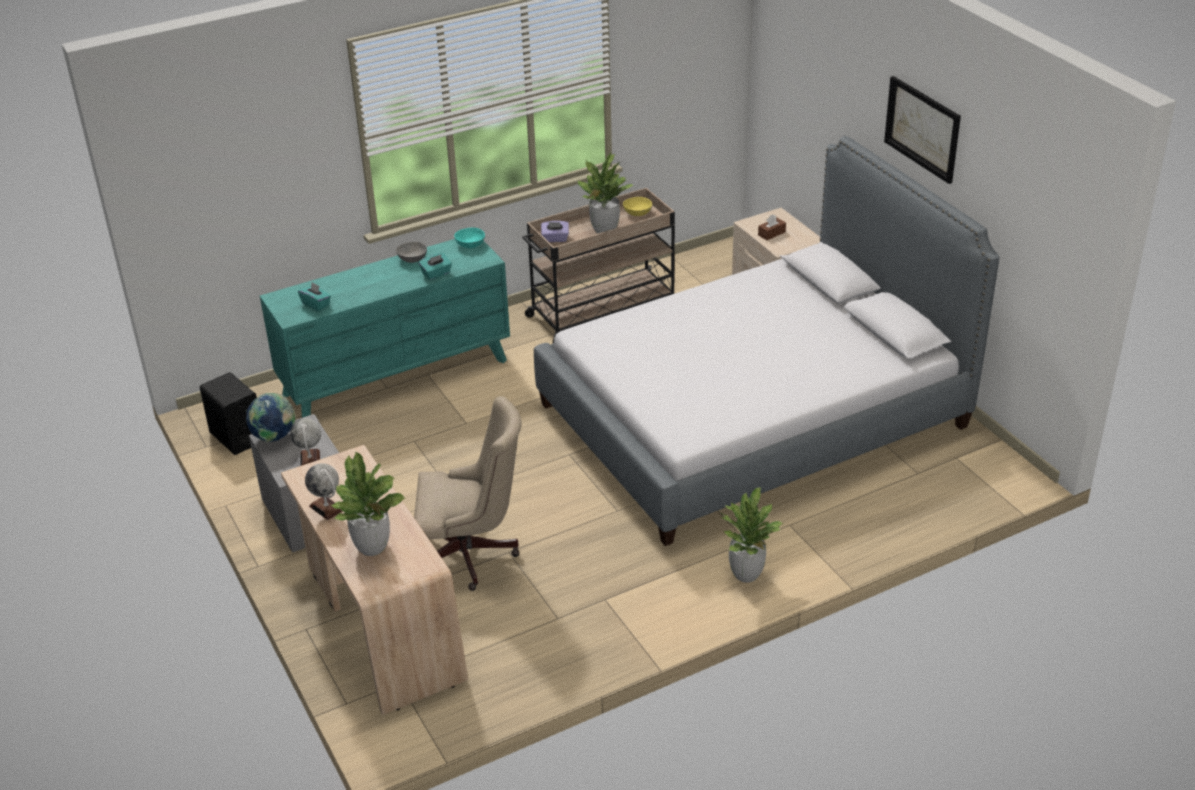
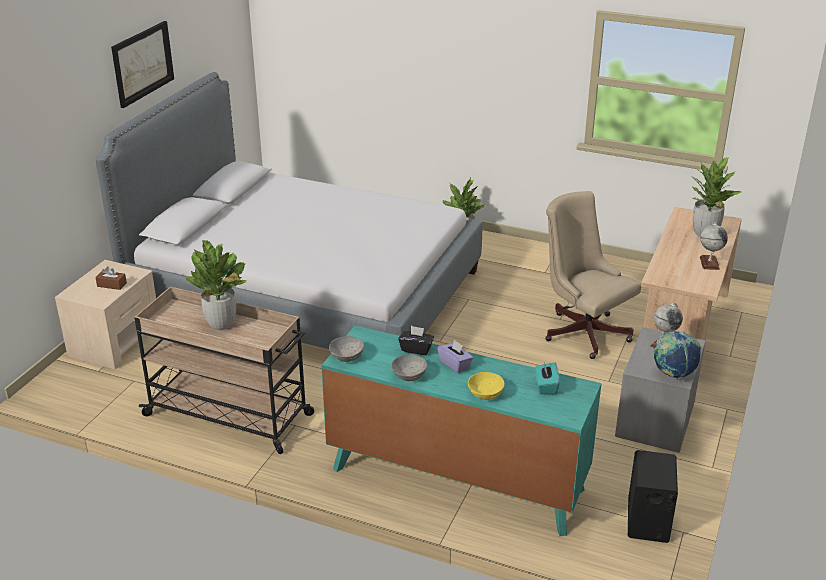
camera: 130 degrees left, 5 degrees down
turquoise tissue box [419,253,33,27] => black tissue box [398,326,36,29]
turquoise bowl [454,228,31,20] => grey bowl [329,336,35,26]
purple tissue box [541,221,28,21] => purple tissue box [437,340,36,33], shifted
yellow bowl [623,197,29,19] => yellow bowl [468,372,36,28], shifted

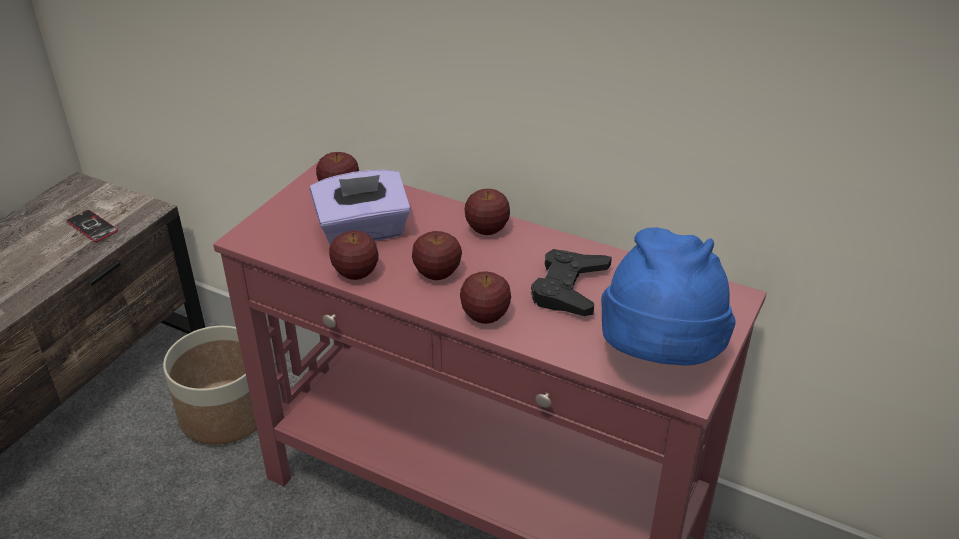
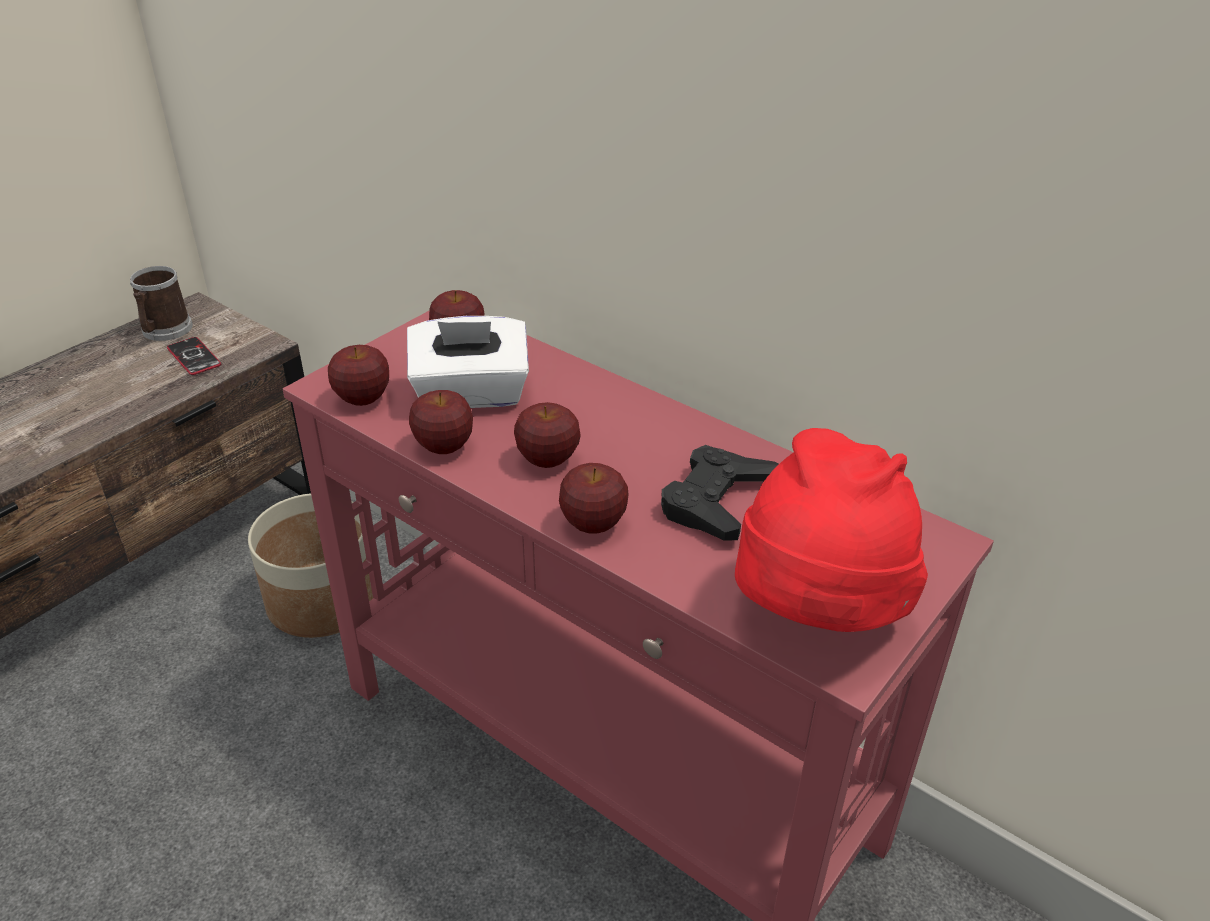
camera: 10 degrees right, 0 degrees up
purple tissue box [310,170,101,75] => white tissue box [407,316,122,92]
apple [465,189,45,46] => apple [328,345,61,61], shifted
blue hat [601,227,134,139] => red hat [735,428,193,204]
nothing => mug [130,266,63,75]

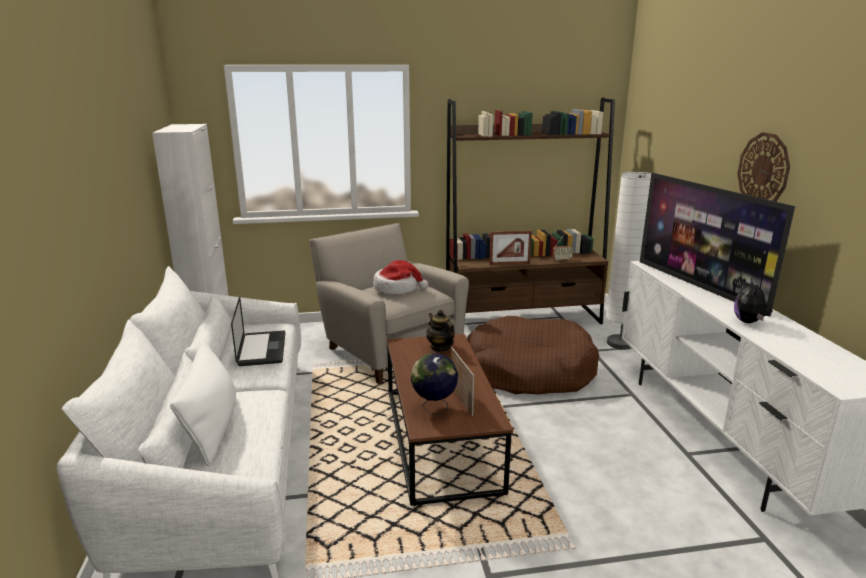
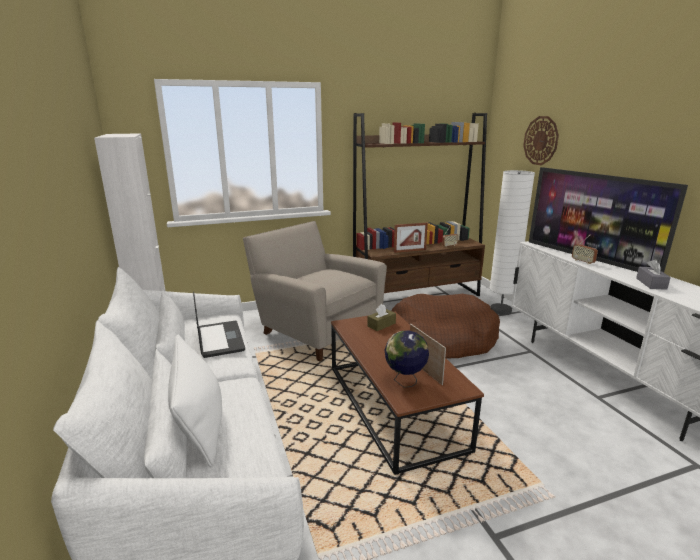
camera: 10 degrees left, 0 degrees up
hat [373,260,55,34] => nothing
teapot [426,310,29,42] => brown tissue box [367,304,29,27]
plush toy [734,278,39,45] => grey tissue box [636,259,35,31]
wall clock [737,132,53,70] => wall clock [523,116,36,49], shifted
nothing => radio [572,234,26,31]

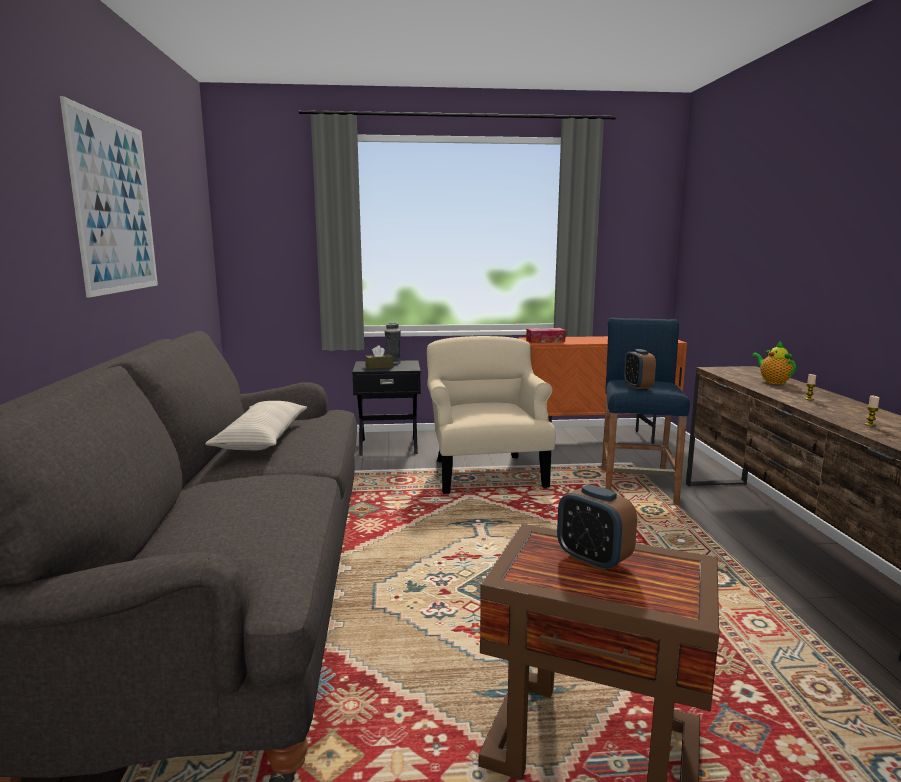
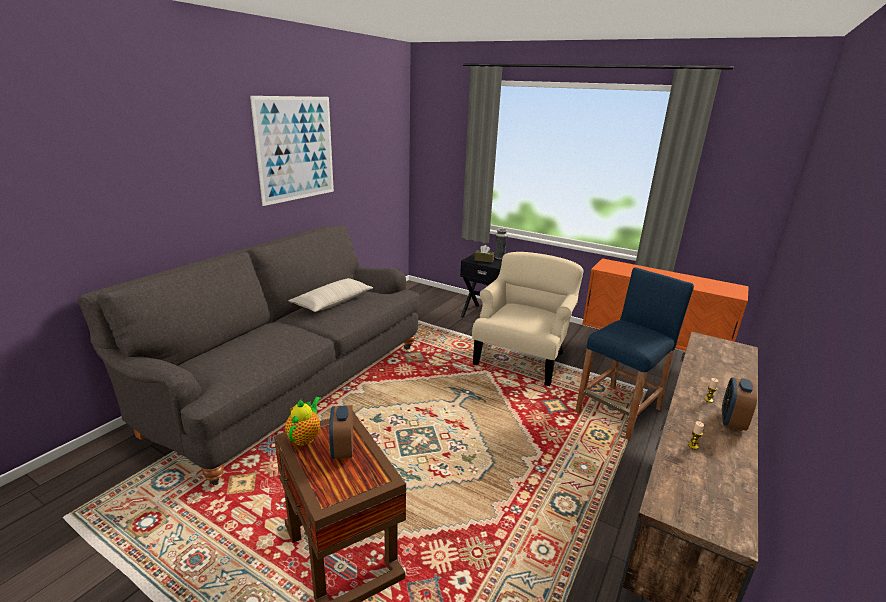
camera: 35 degrees right, 10 degrees up
tissue box [526,328,40,15] => nothing
alarm clock [624,349,32,40] => alarm clock [722,377,35,54], shifted
teapot [752,341,44,43] => teapot [285,397,36,49], shifted

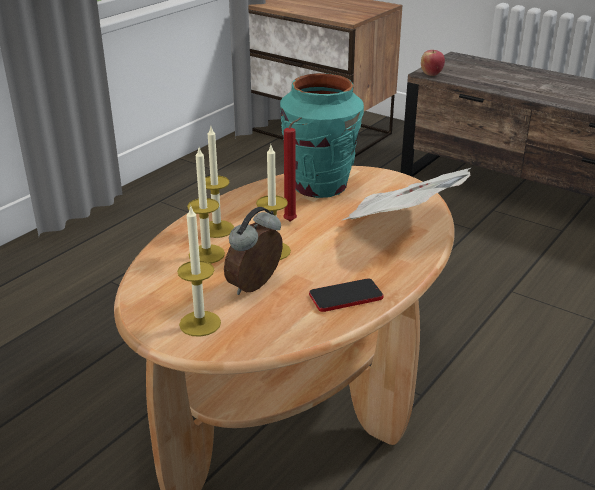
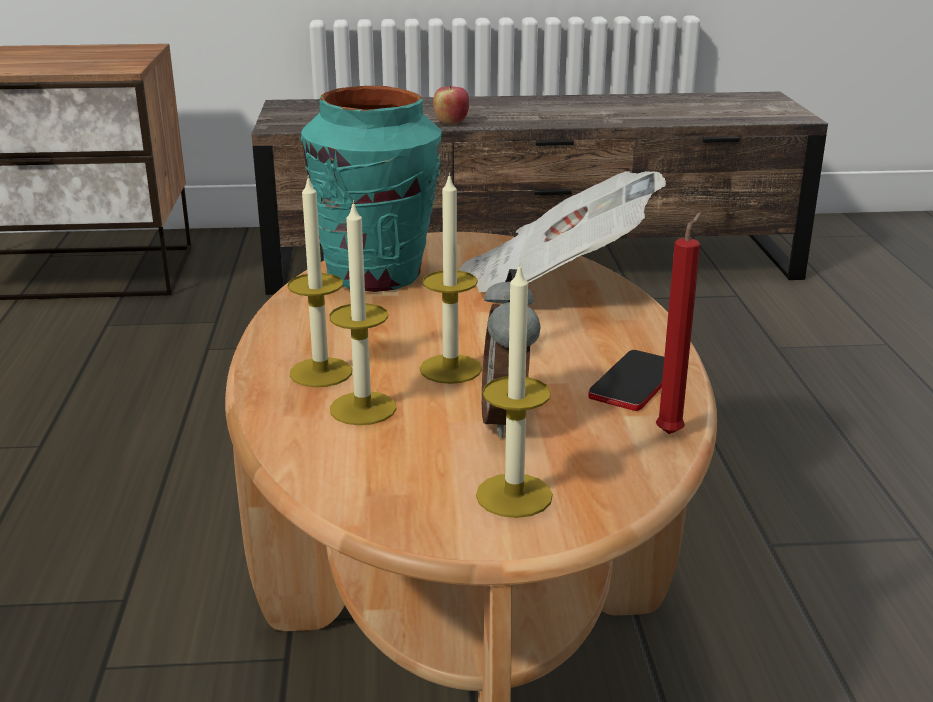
camera: 40 degrees left, 5 degrees down
red candle [283,118,18,103] => red candle [656,212,46,222], shifted
apple [421,50,24,26] => apple [433,86,36,39], shifted

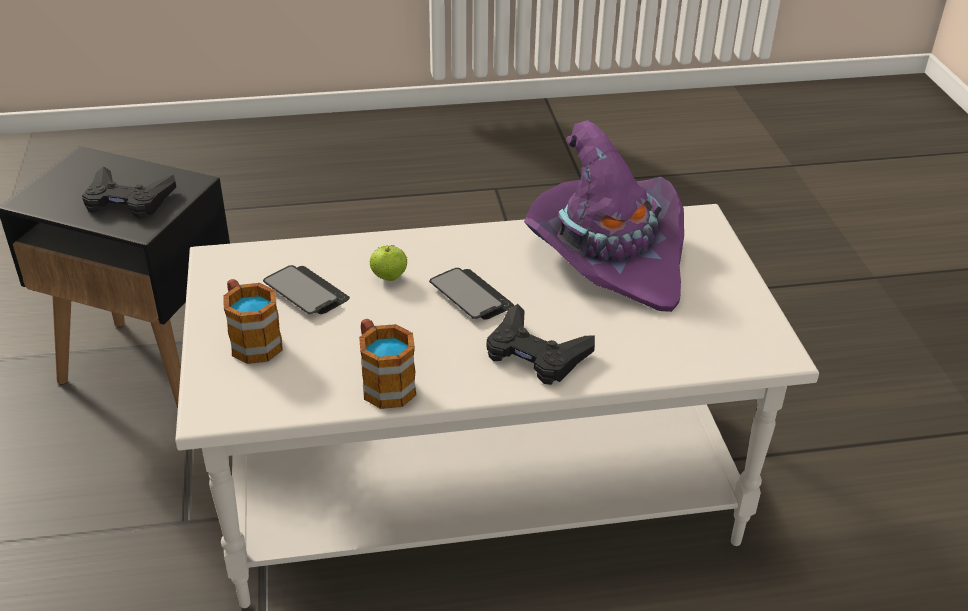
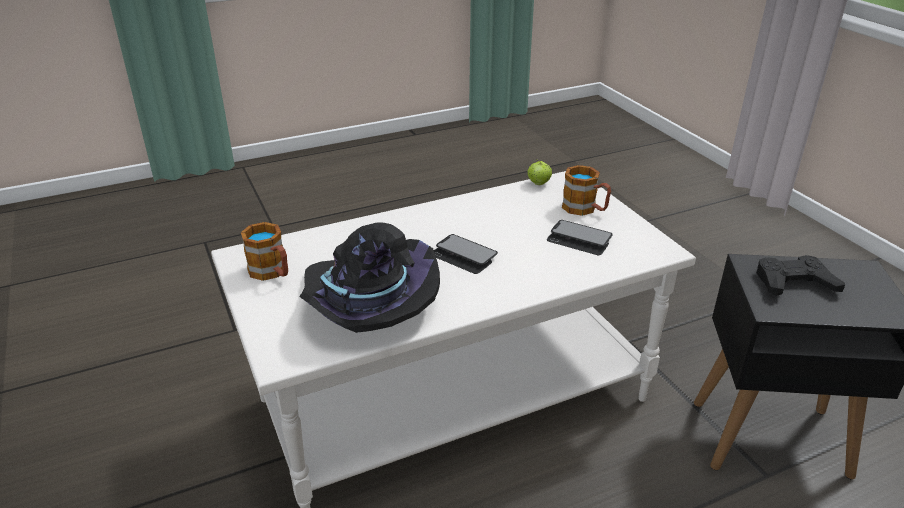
camera: 165 degrees right, 5 degrees down
mug [359,319,57,90] => mug [241,222,47,59], shifted
apple [370,245,37,36] => apple [528,159,24,26], shifted
black game controller [486,304,109,81] => nothing
purple hat [524,120,160,192] => black hat [300,222,140,111]

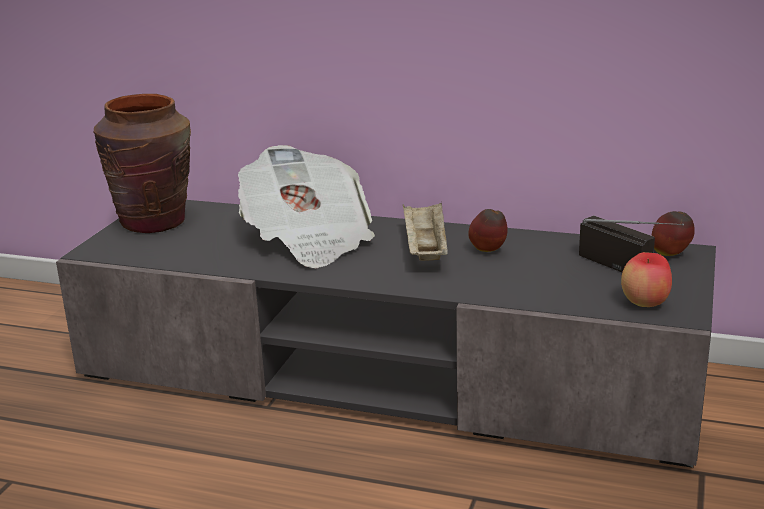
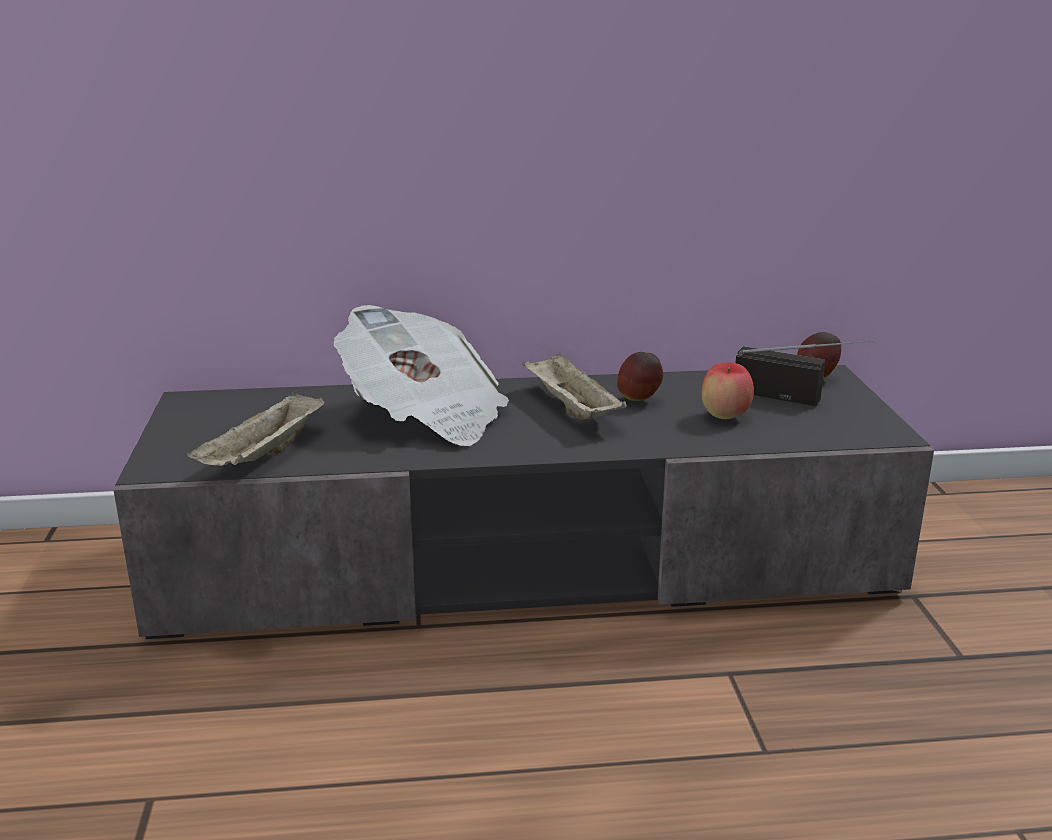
camera: 25 degrees left, 0 degrees up
brown vase [93,94,98,139] => nothing
apple [621,252,51,55] => apple [701,362,53,57], shifted
nothing => beige tray [187,391,138,75]

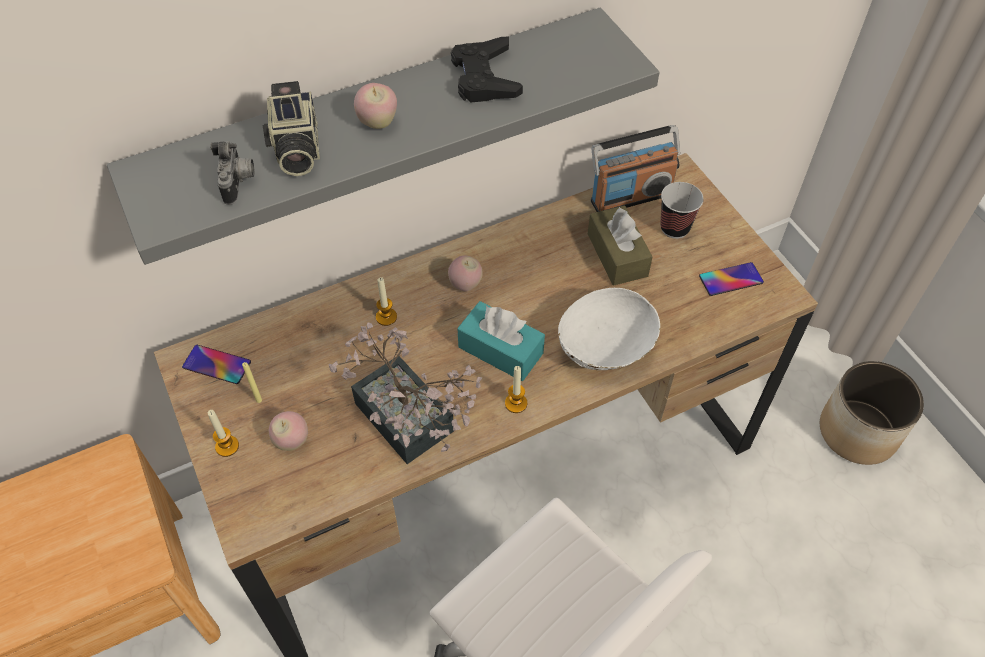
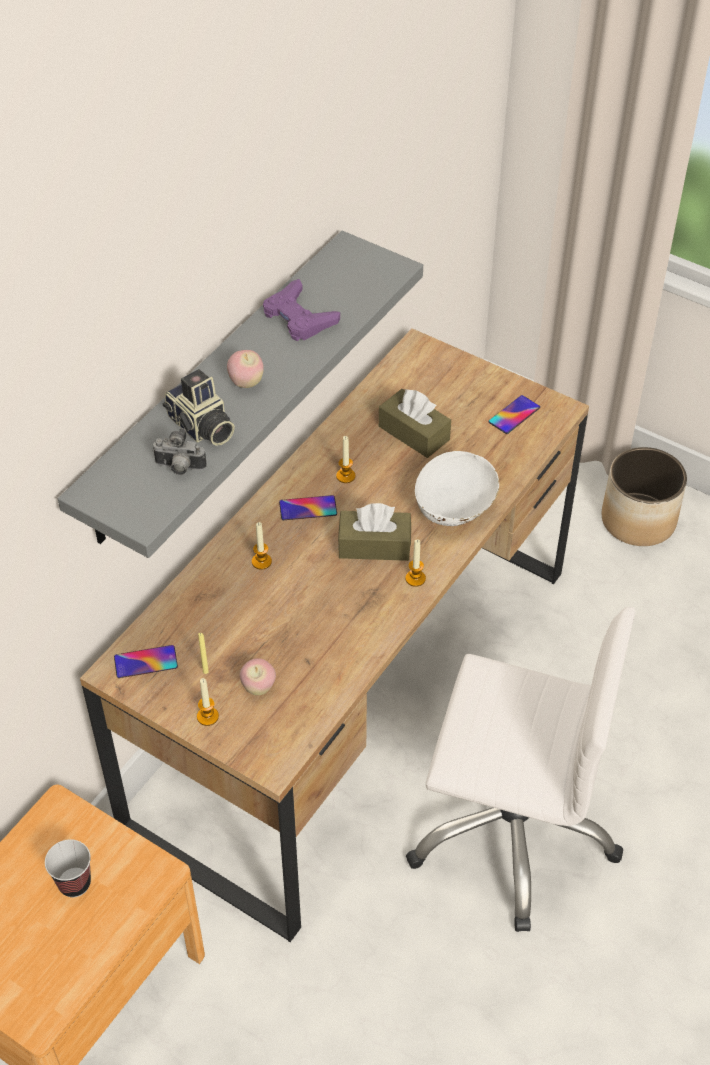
camera: 30 degrees left, 5 degrees down
photo camera [210,141,44,64] => photo camera [152,428,55,47], 135 degrees clockwise
potted plant [329,323,154,141] => nothing
apple [448,256,35,35] => phone [279,495,58,25]
black game controller [451,37,72,65] => purple game controller [263,279,77,62]
turquoise tissue box [457,301,88,80] => brown tissue box [338,503,73,58]
radio [591,125,89,87] => nothing
cup [660,182,44,57] => cup [45,839,46,58], shifted
nothing => candle [336,436,19,47]

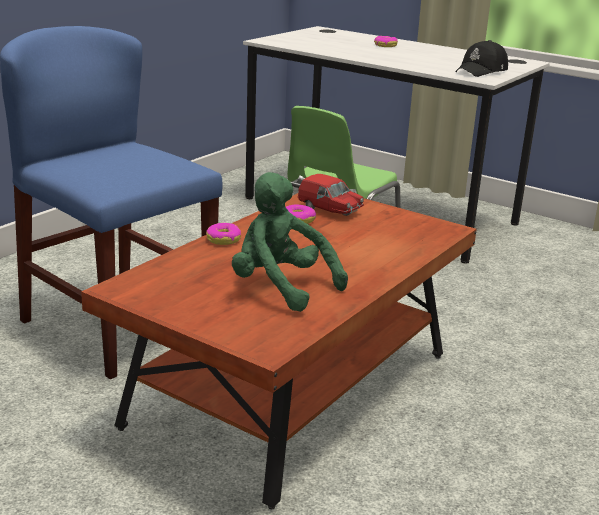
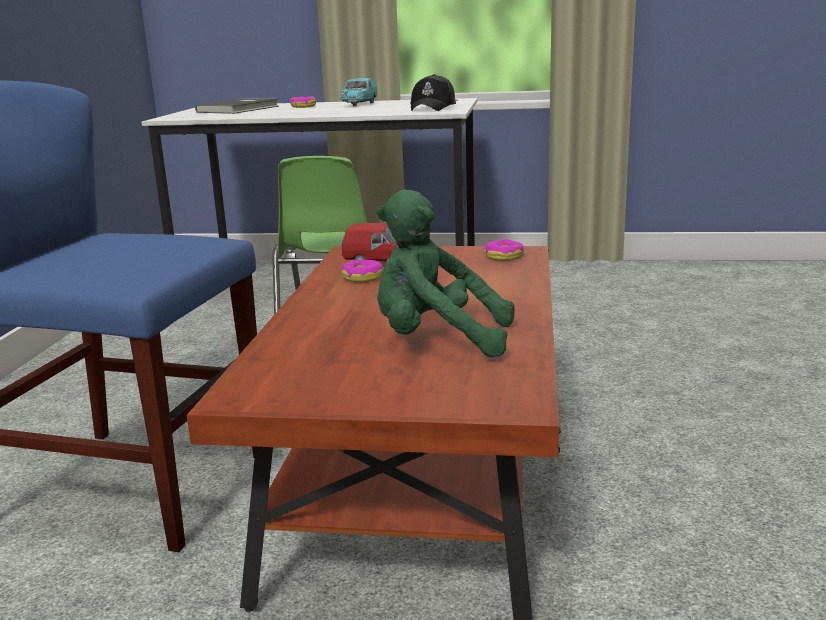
camera: 25 degrees left, 5 degrees down
donut [206,223,35,22] => donut [485,239,39,22], shifted
nothing => grey book [195,98,84,16]
nothing => turquoise toy car [340,78,37,28]

